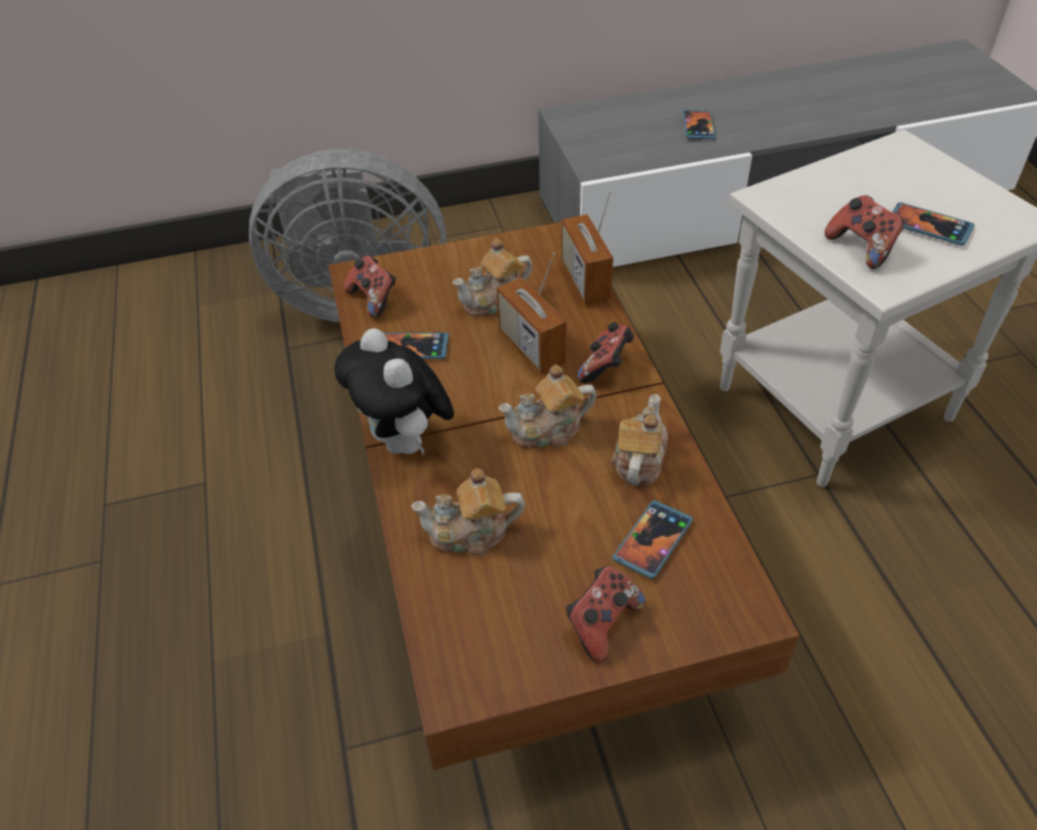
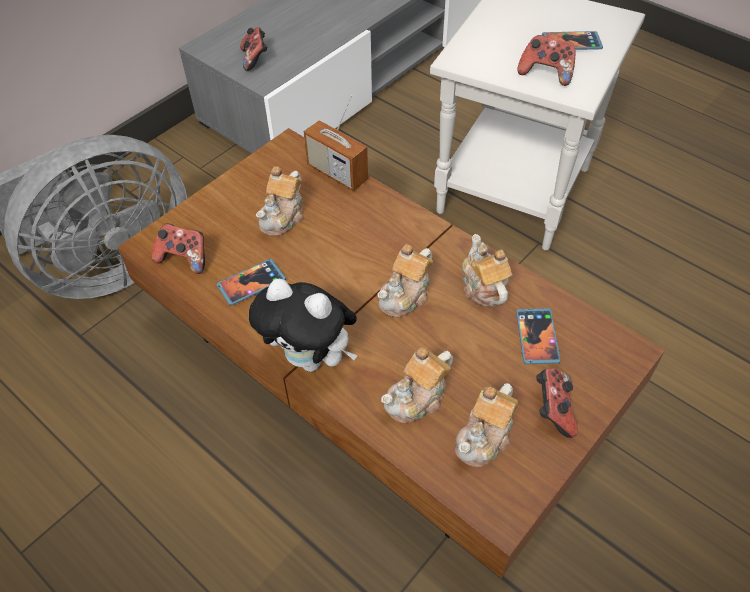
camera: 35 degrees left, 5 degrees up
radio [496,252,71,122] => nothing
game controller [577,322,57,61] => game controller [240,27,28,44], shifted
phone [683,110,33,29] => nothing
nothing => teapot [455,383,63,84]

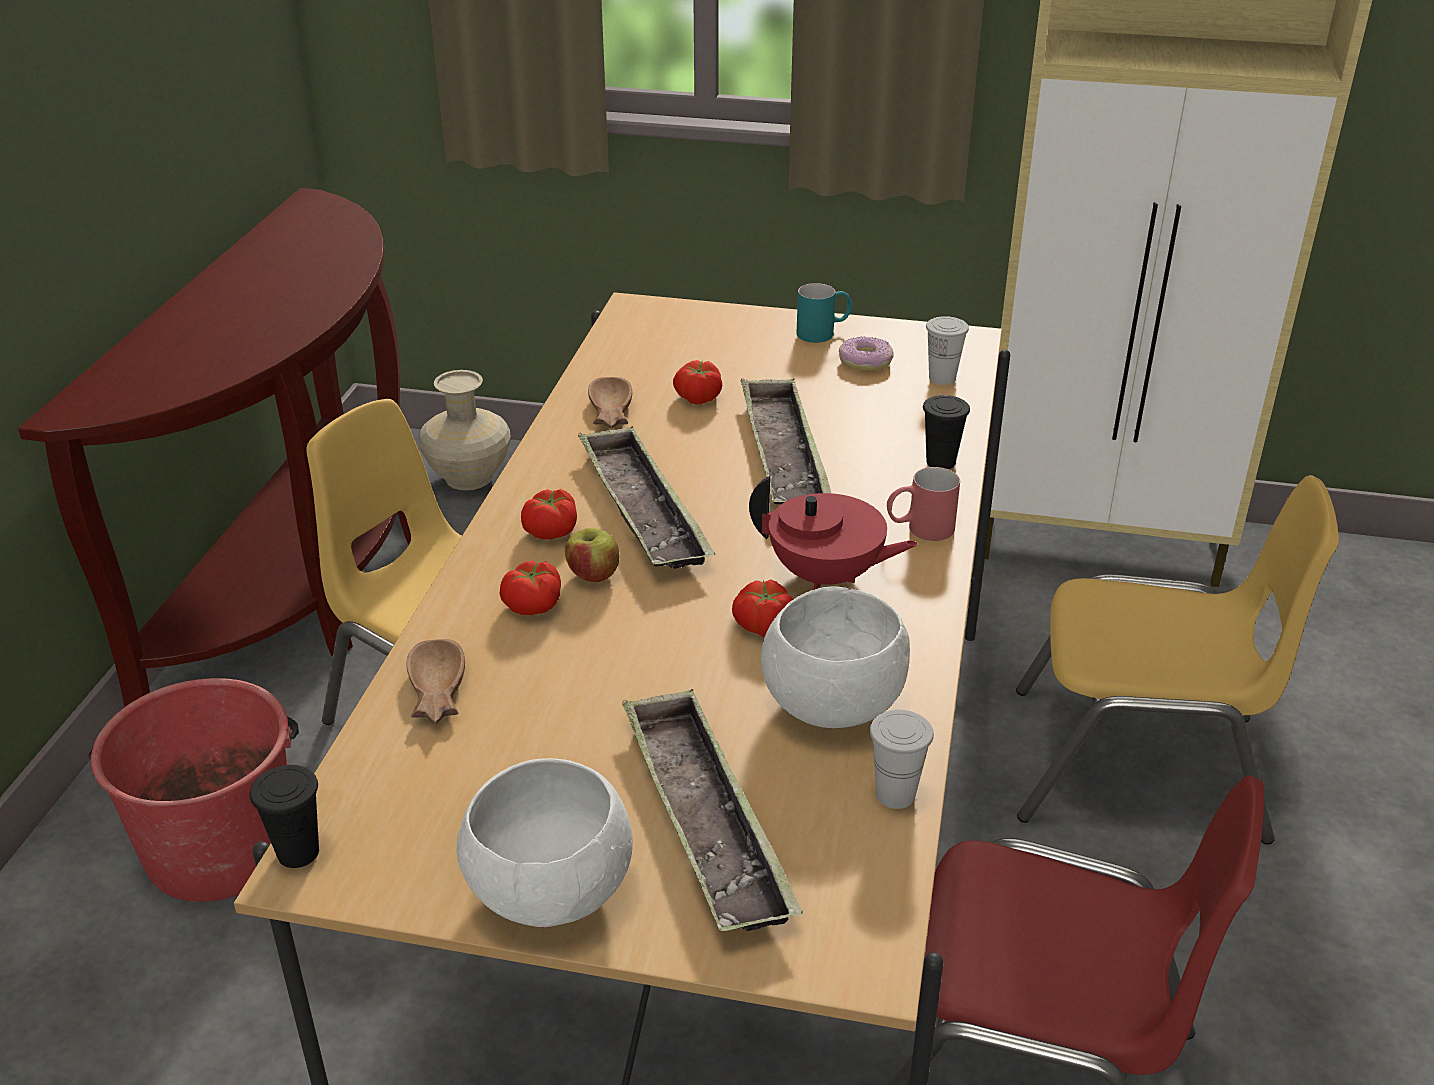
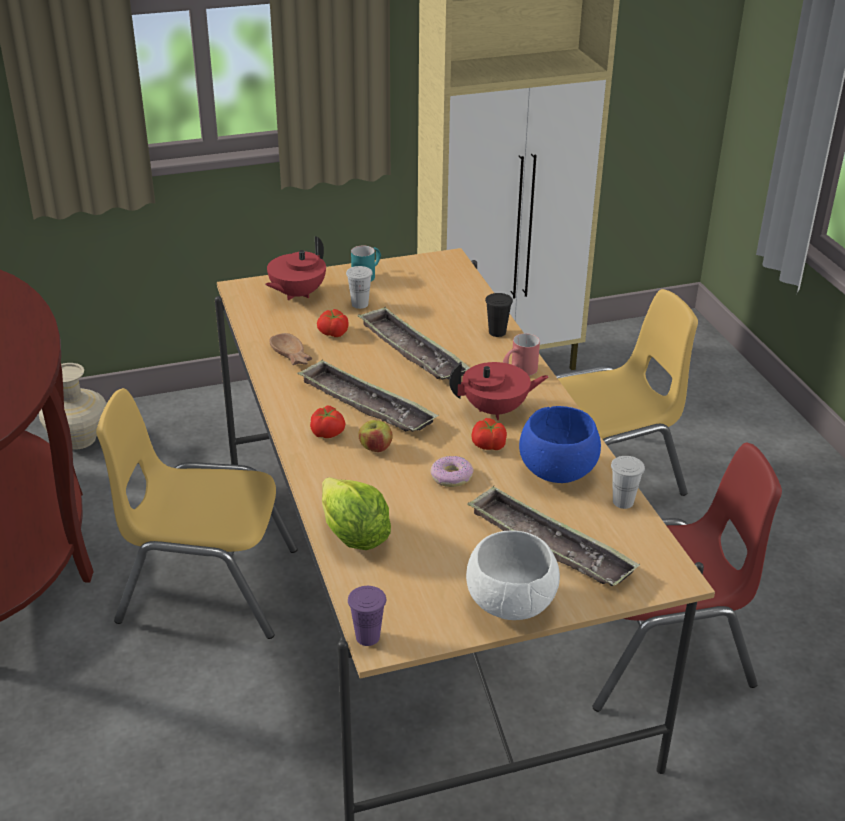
camera: 30 degrees left, 0 degrees up
red bucket [89,678,210,224] => nothing
black cup [250,765,69,103] => purple cup [348,586,38,60]
brown bowl [407,639,58,85] => lettuce [322,477,69,73]
tomato [500,561,61,54] => nothing
white bowl [761,586,149,142] => blue bowl [519,406,82,77]
donut [839,336,55,35] => donut [430,456,44,31], shifted
white cup [926,316,43,69] => white cup [346,266,27,43], shifted
nothing => red teapot [265,236,61,64]

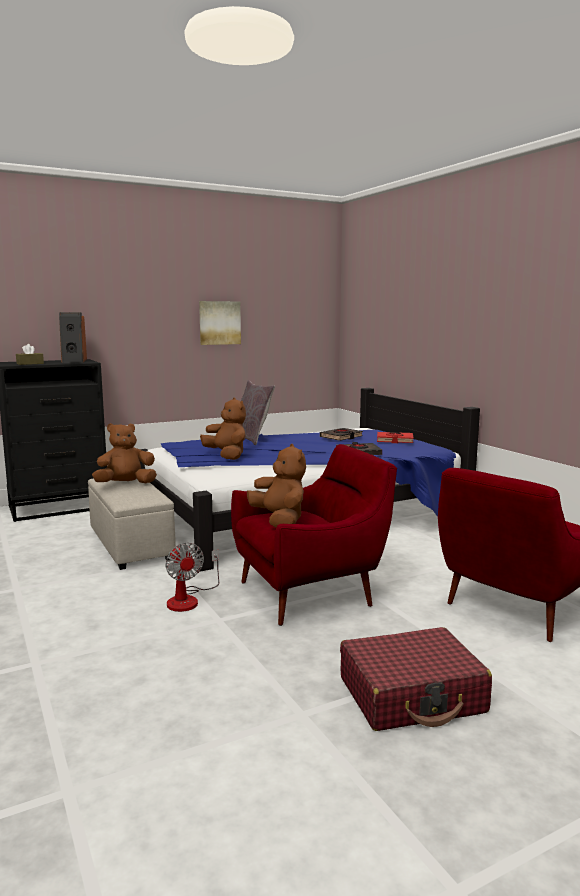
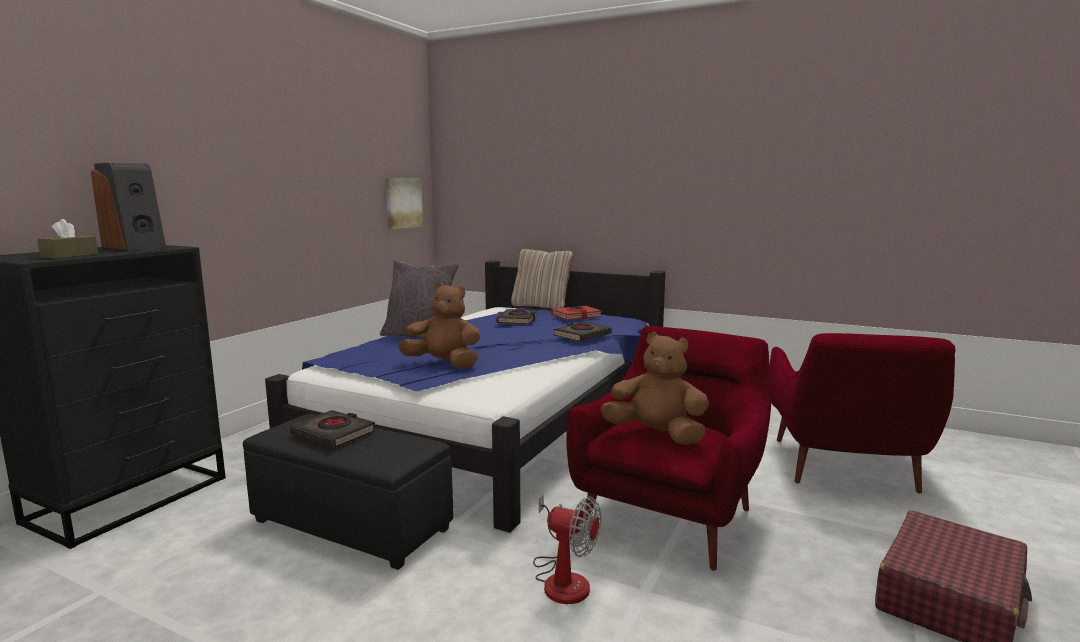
camera: 35 degrees left, 0 degrees up
beige ottoman [88,478,88,92] => black ottoman [243,414,210,156]
brown plush toy [92,423,65,60] => black book [290,410,85,38]
picture [199,301,42,44] => picture [386,178,37,51], shifted
nothing => beige pillow [511,248,63,61]

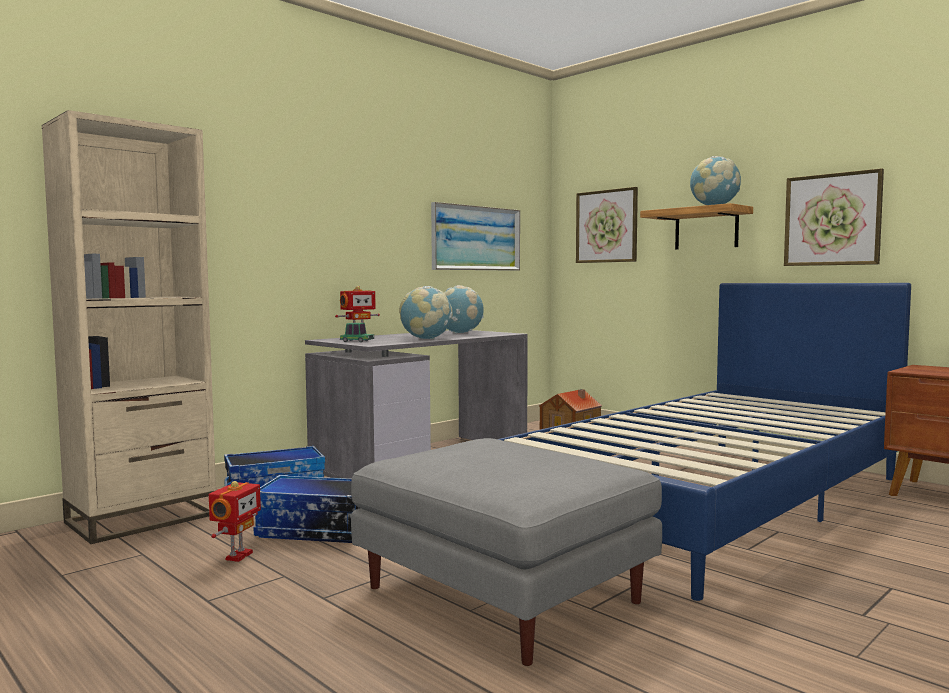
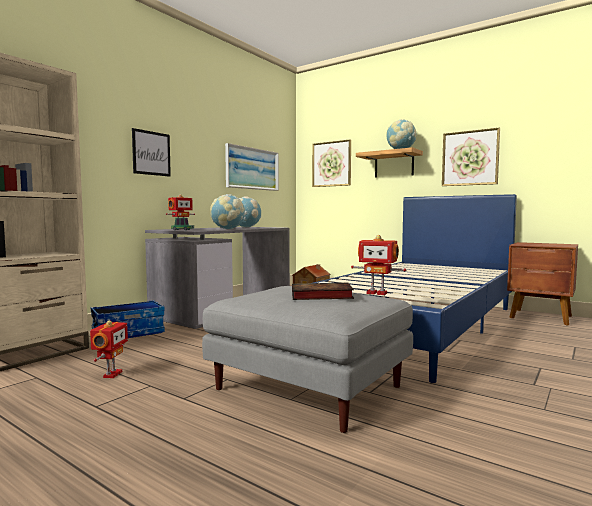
camera: 10 degrees left, 0 degrees up
storage box [254,475,106,68] => nothing
nothing => picture [132,128,39,49]
nothing => book [292,283,62,17]
nothing => toy robot [351,235,55,60]

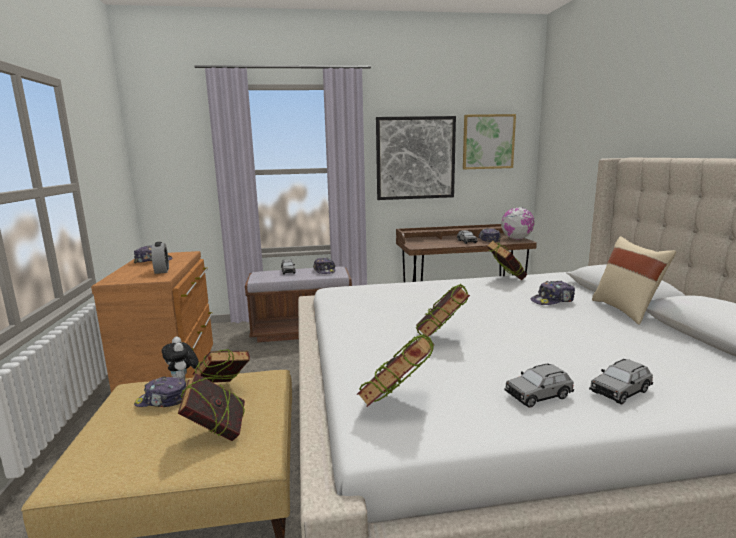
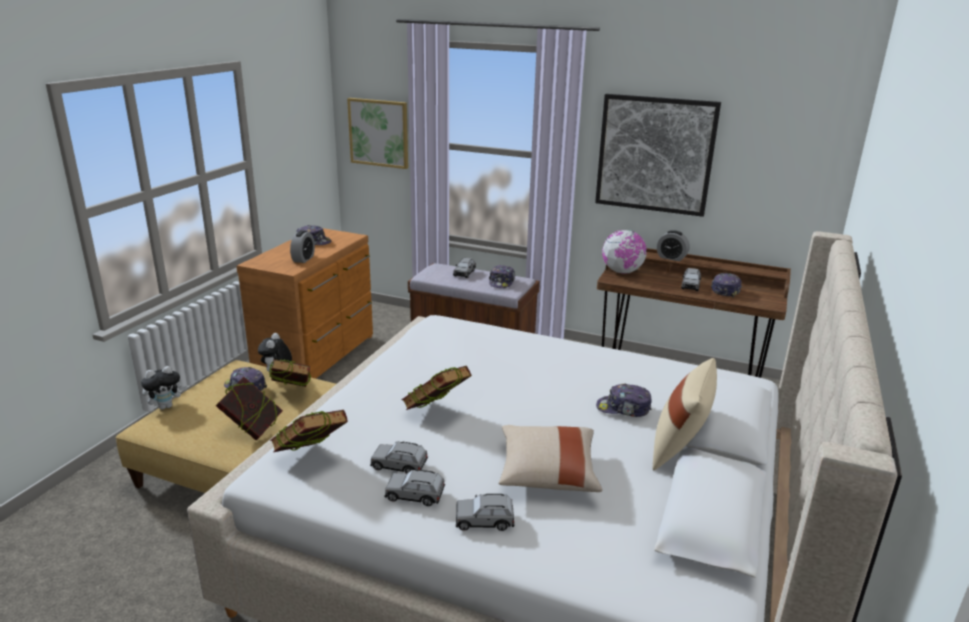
camera: 30 degrees right, 10 degrees up
picture [463,114,53,55] => picture [347,98,61,71], shifted
book [486,240,41,40] => nothing
globe [501,207,34,32] => globe [602,230,45,44], shifted
nothing => plush toy [141,366,46,44]
nothing => grey toy car [370,442,58,31]
nothing => beige pillow [499,425,103,67]
nothing => alarm clock [657,230,33,31]

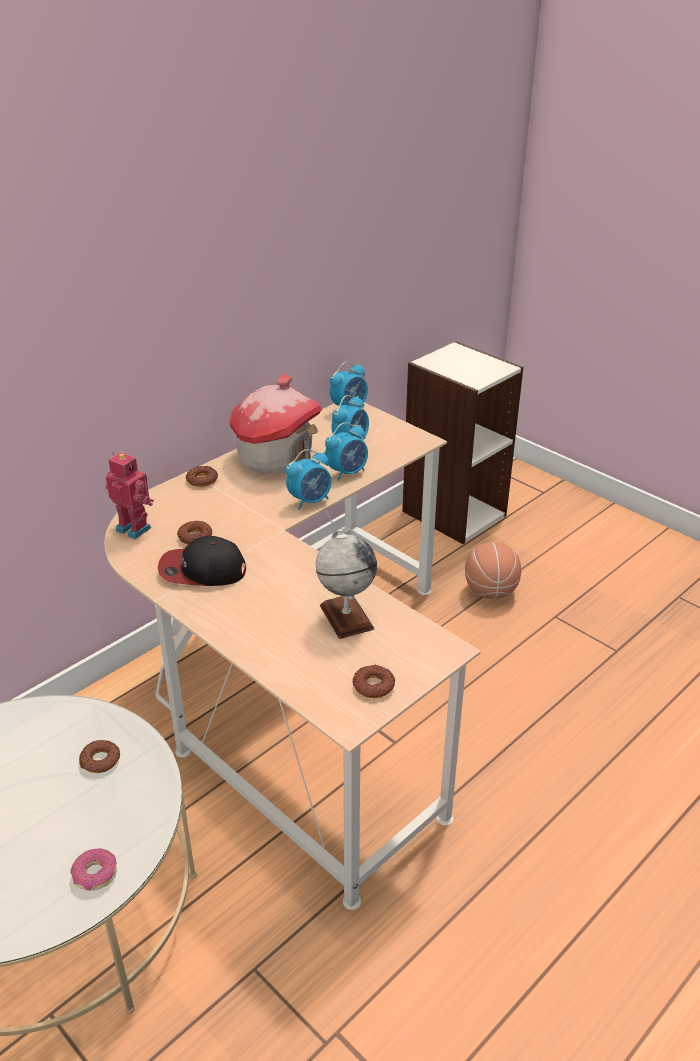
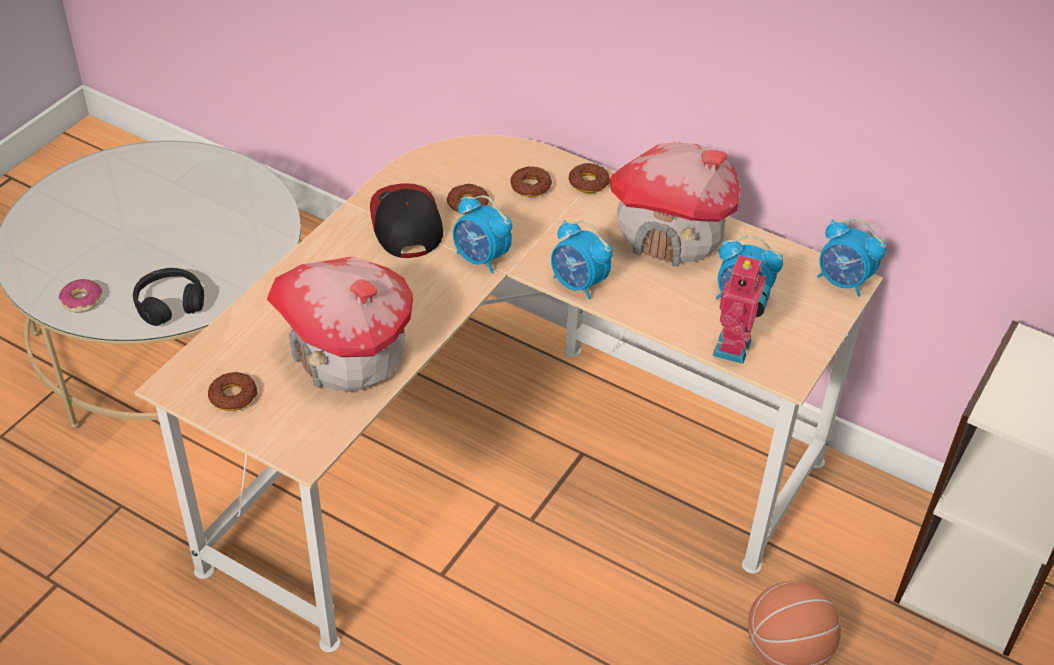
camera: 75 degrees right, 10 degrees up
donut [79,740,41,33] => donut [511,166,41,31], shifted
toy robot [105,452,49,87] => toy robot [712,253,58,111], shifted
globe [316,529,61,110] => toy house [266,256,147,136]
alarm clock [325,423,43,58] => alarm clock [453,195,59,78], shifted
nothing => black headphones [133,268,71,58]

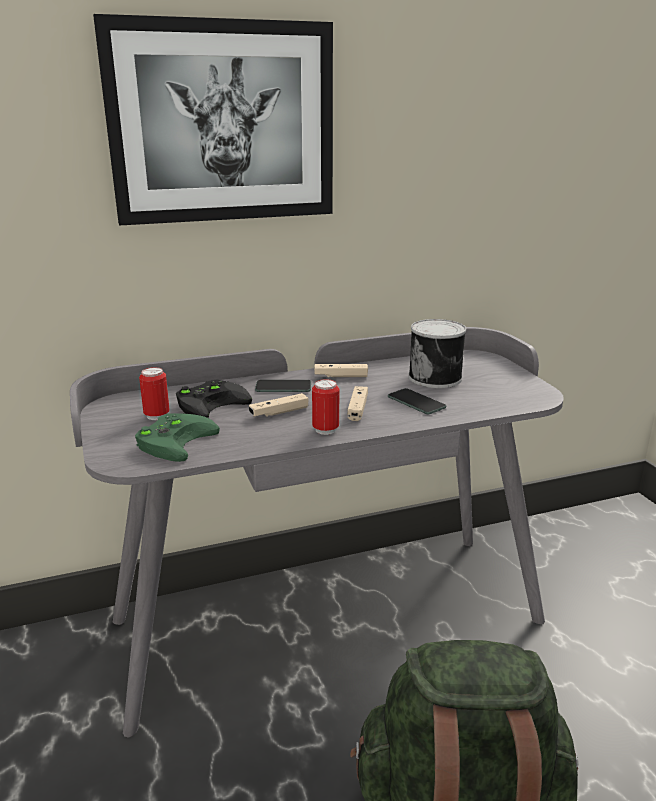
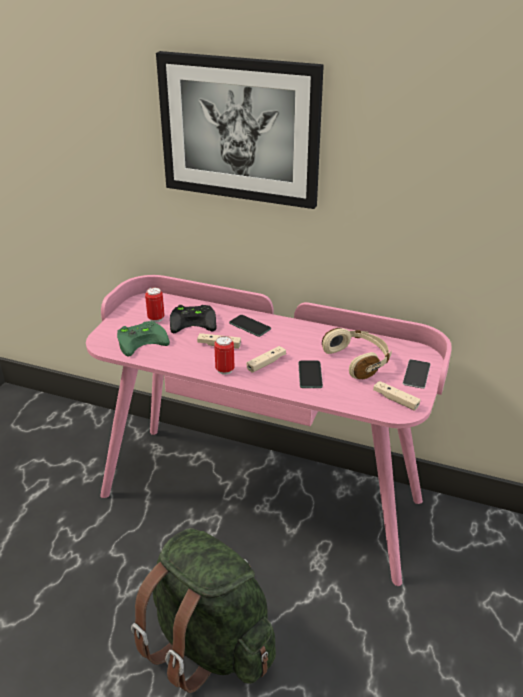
camera: 40 degrees right, 10 degrees up
grey desk [70,327,494,411] => pink desk [86,275,366,311]
beige game controller [314,364,54,13] => beige game controller [373,381,48,29], shifted
can [409,319,57,69] => beige headphones [322,328,70,51]
nothing => phone [403,359,28,30]

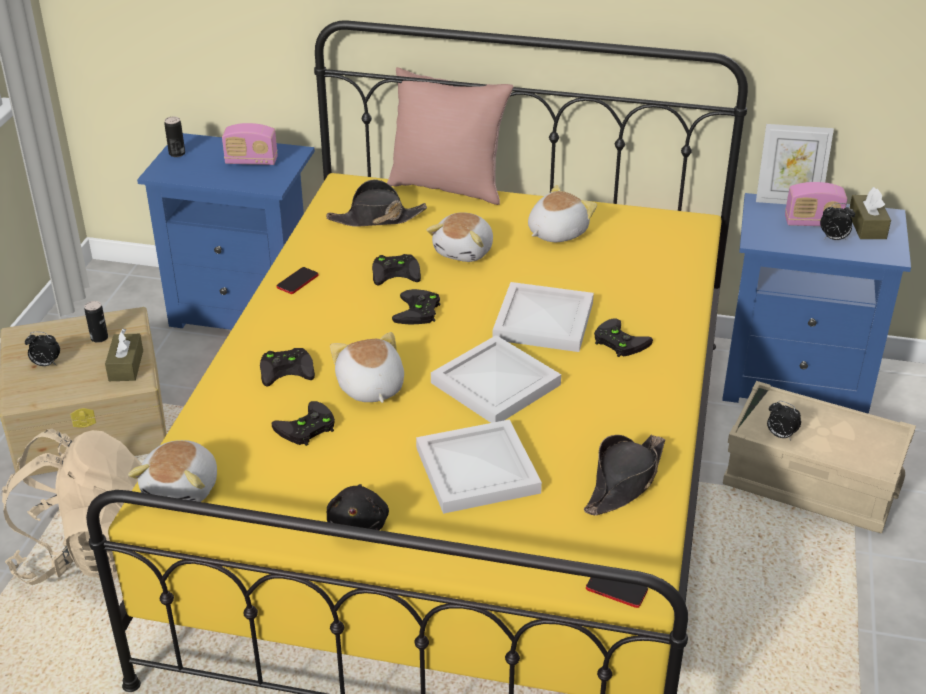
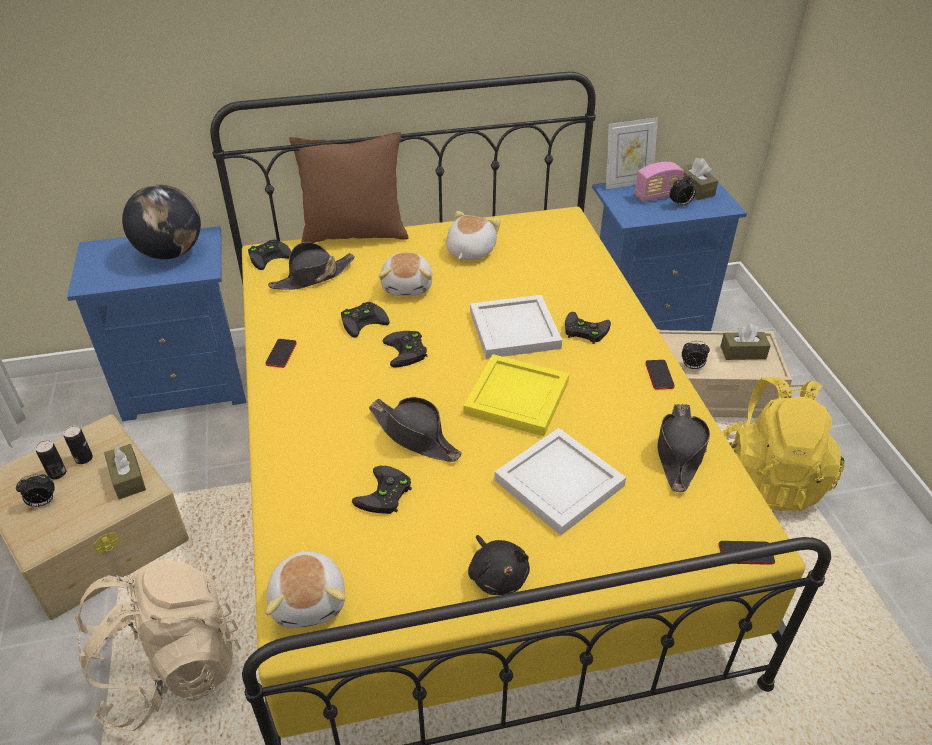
camera: 25 degrees left, 5 degrees up
can [164,117,21,40] => can [35,440,31,39], shifted
radio [222,123,56,42] => globe [122,184,79,75]
black game controller [260,348,55,39] => black game controller [248,239,43,31], shifted
plush toy [330,332,74,71] => black hat [369,397,93,65]
pink pillow [387,67,126,138] => brown pillow [289,132,120,111]
white tray [431,335,130,88] => yellow tray [463,354,106,82]
nothing => phone [645,360,29,30]
nothing => brown tissue box [720,324,51,36]
nothing => yellow backpack [722,377,123,134]

